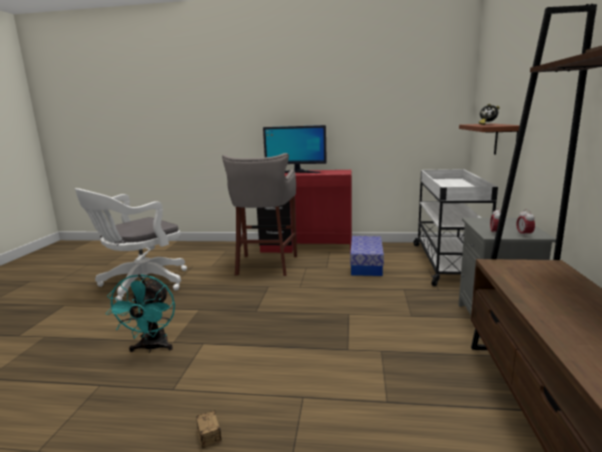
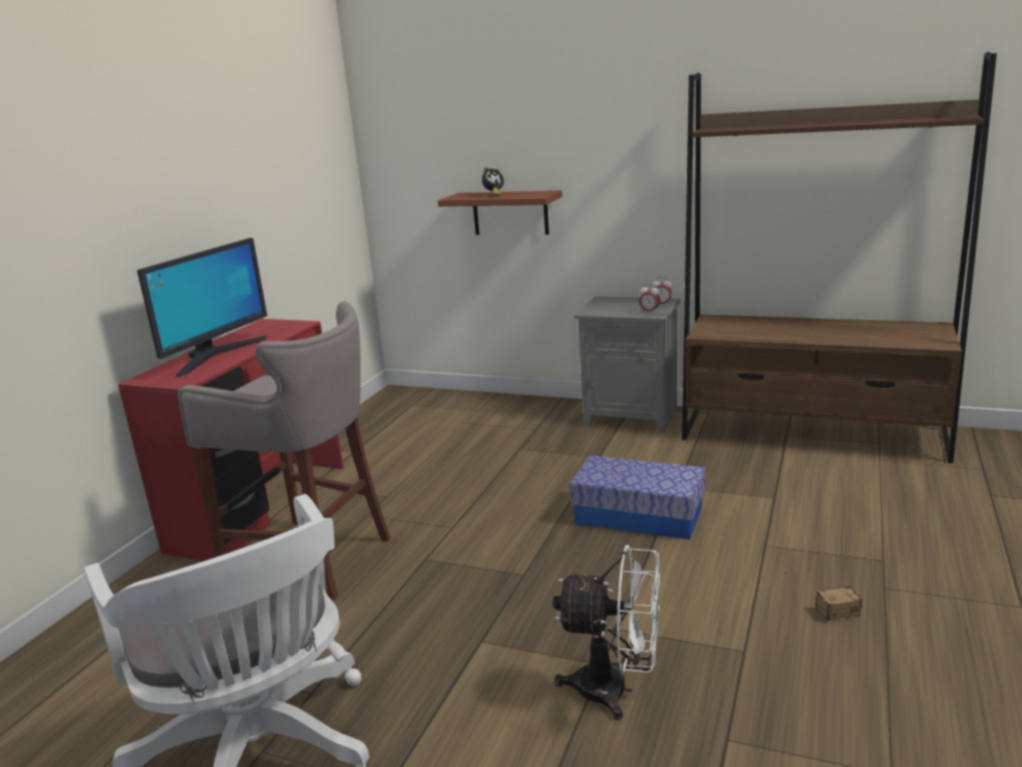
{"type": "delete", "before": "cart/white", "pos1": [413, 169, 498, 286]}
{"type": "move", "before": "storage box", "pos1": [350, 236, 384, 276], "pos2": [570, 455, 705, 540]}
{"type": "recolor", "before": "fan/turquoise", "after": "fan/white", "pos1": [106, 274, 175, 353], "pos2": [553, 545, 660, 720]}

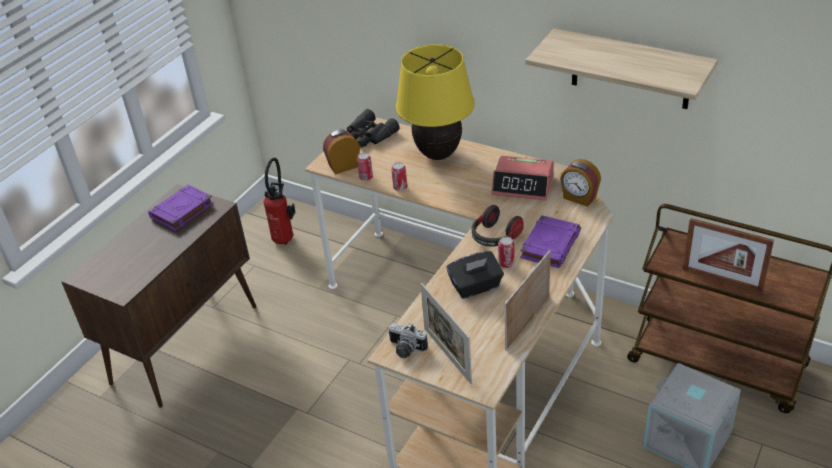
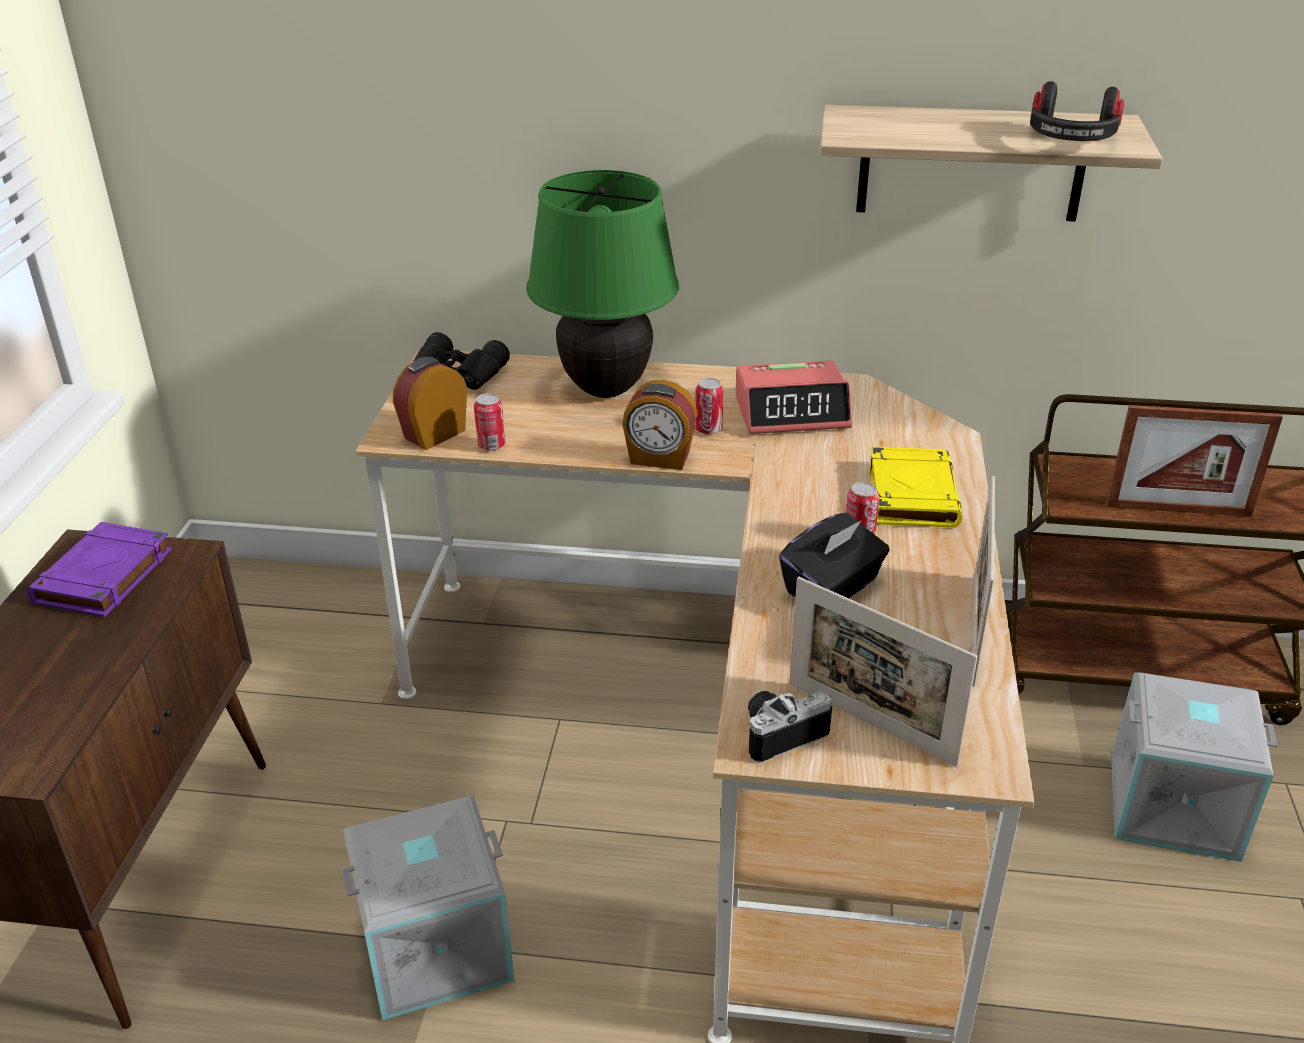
{"type": "delete", "before": "fire extinguisher", "pos1": [264, 158, 296, 245]}
{"type": "insert", "after": "storage box/grey", "pos2": [342, 795, 515, 1020]}
{"type": "move", "before": "can", "pos1": [391, 162, 407, 191], "pos2": [695, 378, 723, 434]}
{"type": "move", "before": "headphones", "pos1": [472, 205, 524, 247], "pos2": [1030, 81, 1124, 141]}
{"type": "move", "before": "alarm clock", "pos1": [560, 159, 601, 207], "pos2": [622, 380, 698, 470]}
{"type": "recolor", "before": "table lamp/yellow", "after": "table lamp/green", "pos1": [396, 44, 475, 160], "pos2": [527, 170, 679, 398]}
{"type": "recolor", "before": "book/purple", "after": "book/yellow", "pos1": [520, 215, 581, 268], "pos2": [870, 447, 962, 527]}
{"type": "rotate", "before": "photo camera", "pos1": [388, 323, 428, 358], "pos2": [748, 691, 832, 763], "turn": 150}

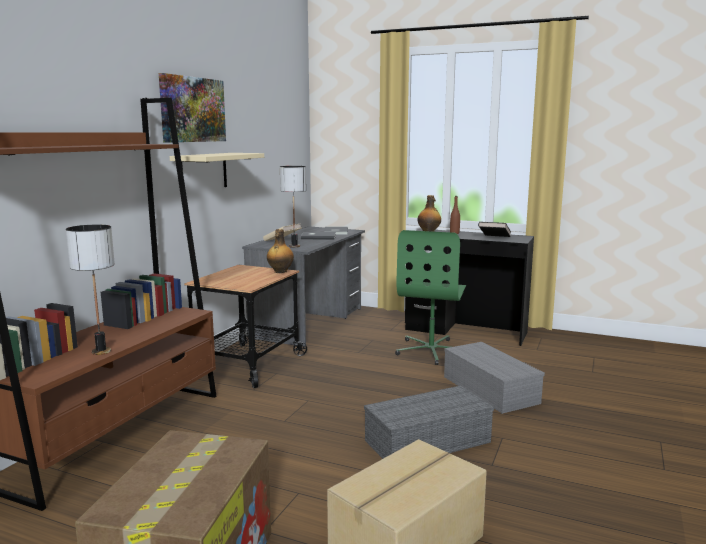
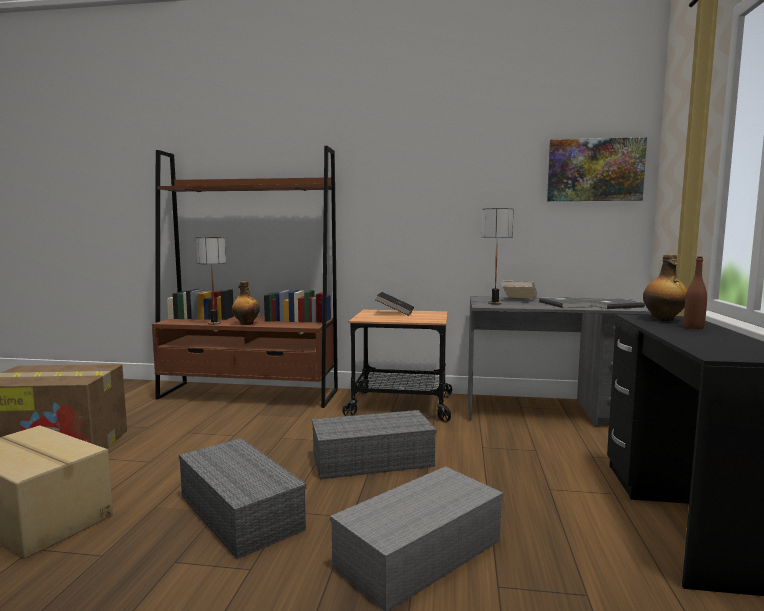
{"type": "delete", "before": "shelf/beige", "pos1": [170, 153, 264, 187]}
{"type": "delete", "before": "office chair/green", "pos1": [395, 230, 466, 365]}
{"type": "insert", "after": "storage box/grey", "pos2": [312, 410, 437, 479]}
{"type": "move", "before": "picture", "pos1": [159, 73, 226, 142], "pos2": [547, 137, 647, 201]}
{"type": "move", "before": "bottle", "pos1": [267, 229, 294, 273], "pos2": [232, 281, 260, 325]}
{"type": "move", "before": "book/black", "pos1": [478, 222, 511, 237], "pos2": [375, 292, 414, 316]}

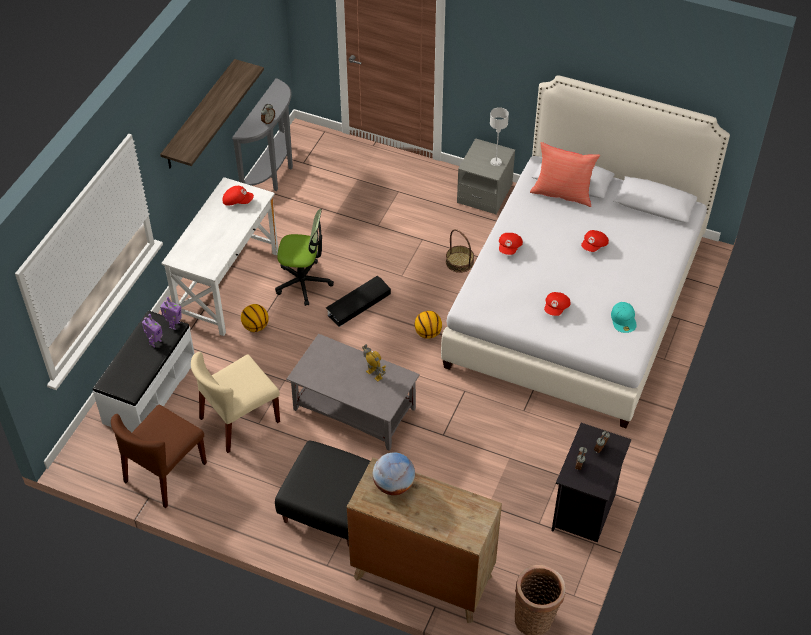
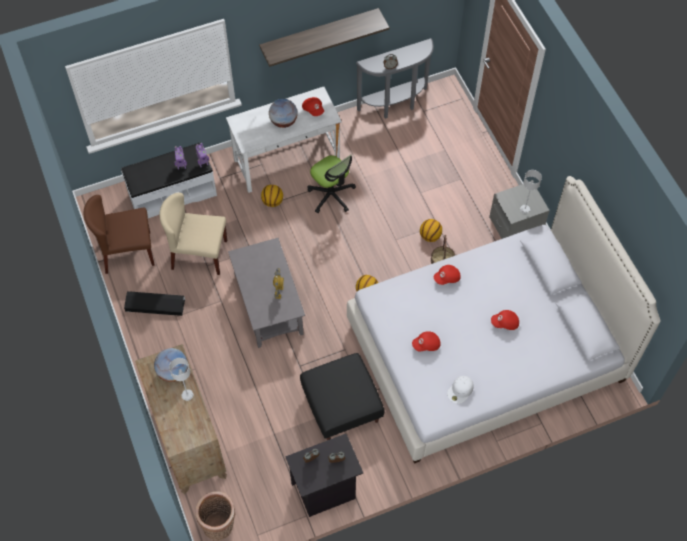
{"type": "delete", "before": "pillow/red", "pos1": [530, 142, 600, 207]}
{"type": "insert", "after": "table lamp/grey", "pos2": [169, 358, 193, 401]}
{"type": "insert", "after": "globe", "pos2": [269, 99, 298, 128]}
{"type": "insert", "after": "basketball", "pos2": [420, 219, 442, 242]}
{"type": "move", "before": "ottoman/black", "pos1": [275, 441, 370, 547], "pos2": [300, 353, 385, 440]}
{"type": "move", "before": "storage box/black", "pos1": [326, 275, 391, 327], "pos2": [124, 291, 185, 316]}
{"type": "recolor", "before": "cap/turquoise", "after": "cap/white", "pos1": [611, 302, 637, 333], "pos2": [447, 376, 474, 404]}

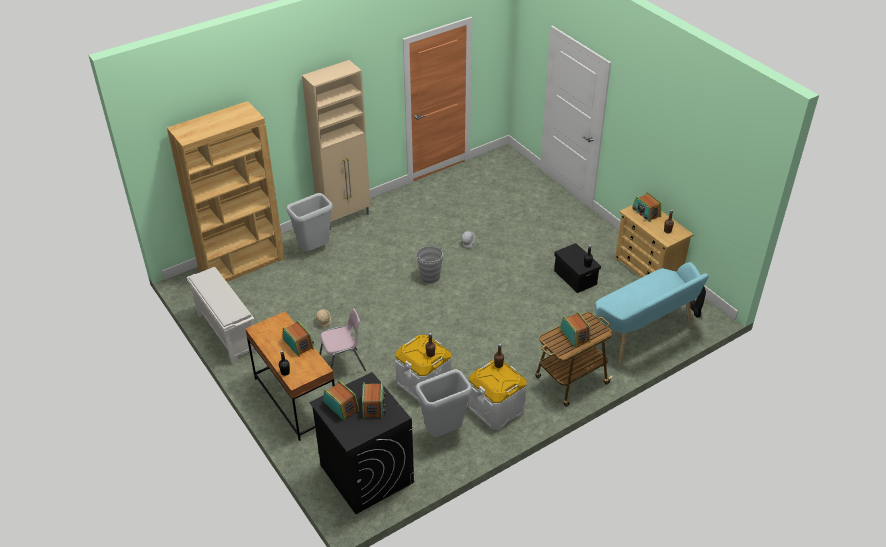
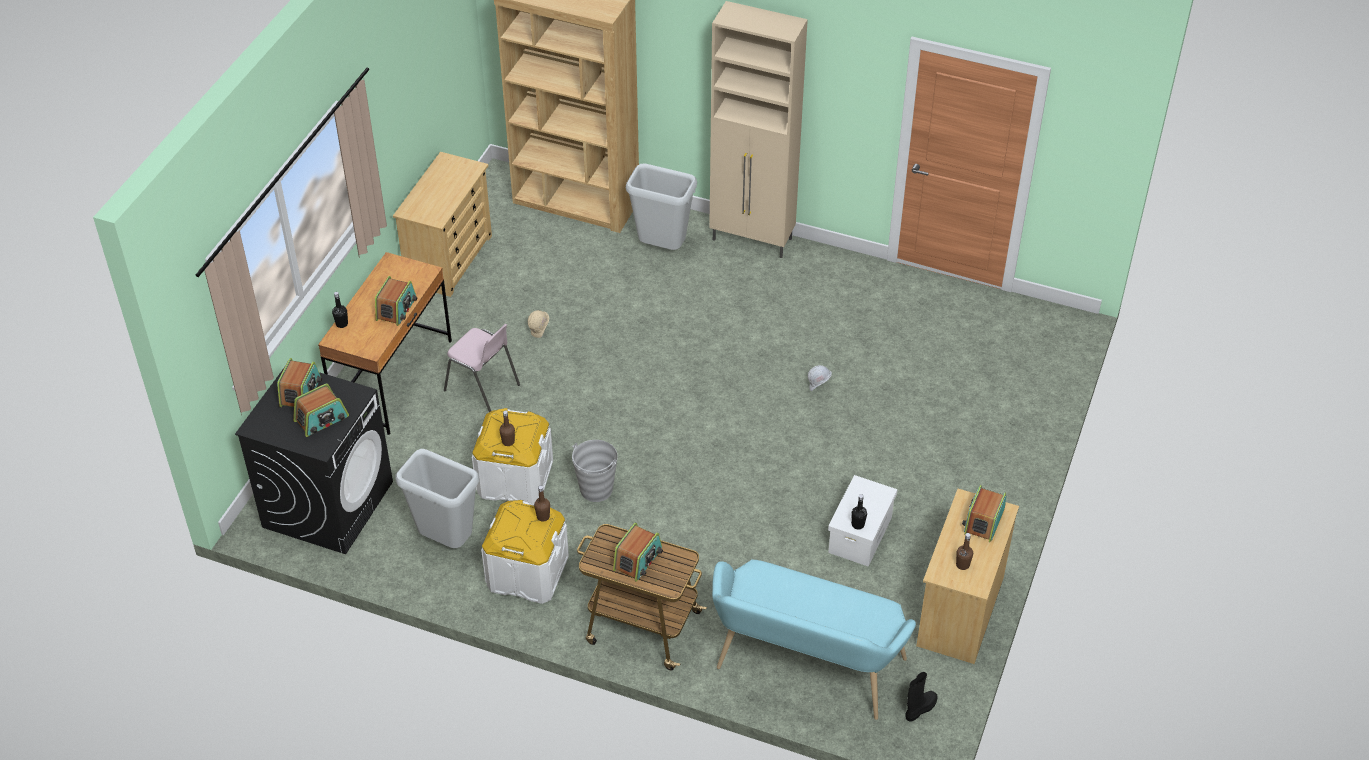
{"type": "move", "before": "bucket/grey", "pos1": [417, 246, 444, 284], "pos2": [572, 440, 618, 502]}
{"type": "replace", "before": "shoe rack/white", "after": "dresser/beige", "pos1": [187, 267, 258, 364], "pos2": [393, 152, 492, 297]}
{"type": "recolor", "before": "storage box/black", "after": "storage box/white", "pos1": [554, 243, 601, 293], "pos2": [828, 475, 897, 566]}

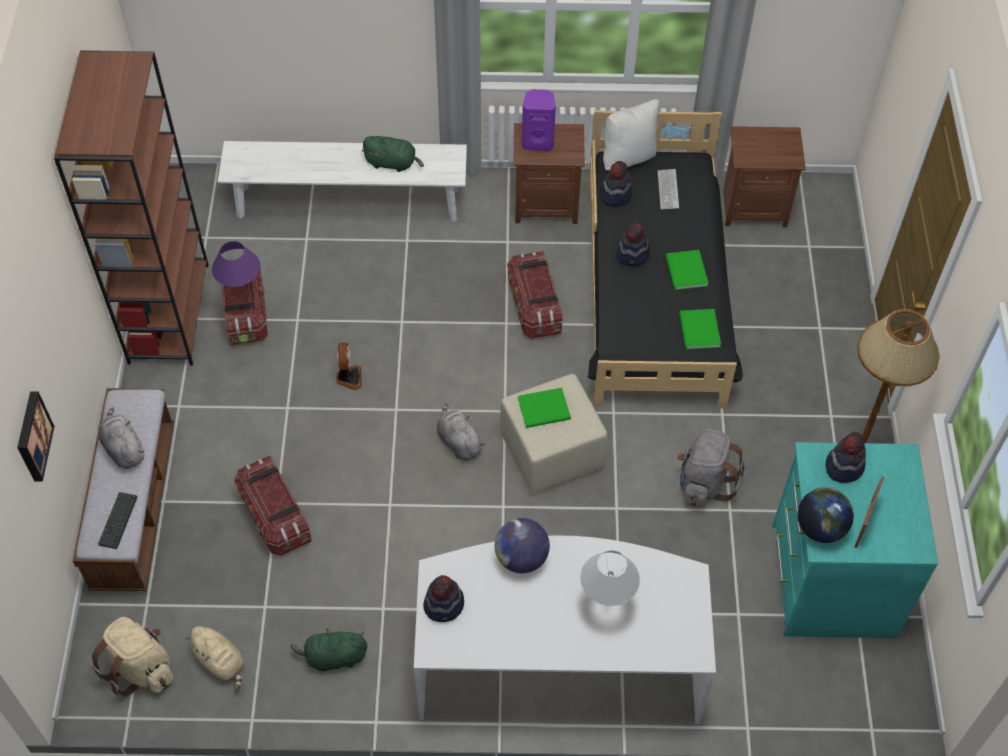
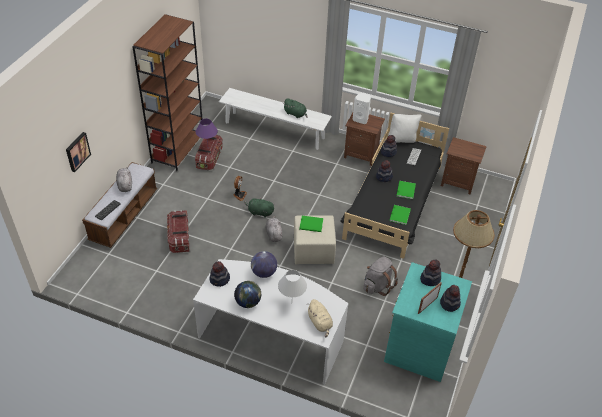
{"type": "delete", "before": "backpack/beige", "pos1": [92, 617, 173, 697]}
{"type": "delete", "before": "storage box", "pos1": [507, 251, 563, 339]}
{"type": "insert", "after": "hat", "pos2": [440, 285, 461, 312]}
{"type": "move", "before": "plush toy/beige", "pos1": [186, 626, 245, 689], "pos2": [308, 299, 333, 337]}
{"type": "move", "before": "plush toy/green", "pos1": [291, 628, 367, 672], "pos2": [244, 197, 274, 218]}
{"type": "move", "before": "globe", "pos1": [797, 487, 854, 543], "pos2": [234, 281, 261, 308]}
{"type": "recolor", "before": "speaker/purple", "after": "speaker/white", "pos1": [522, 89, 556, 151], "pos2": [353, 93, 371, 124]}

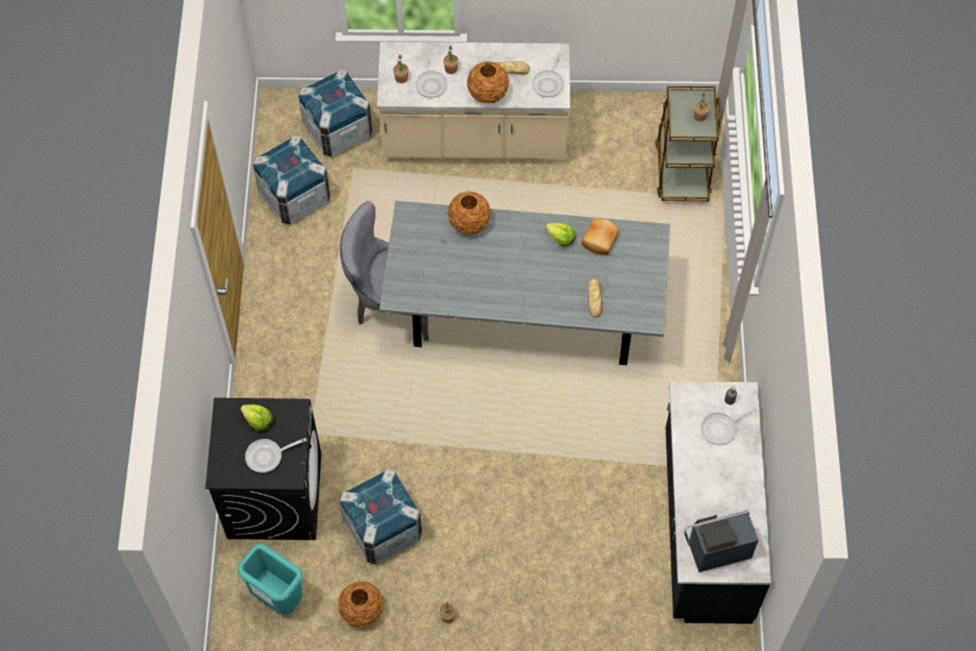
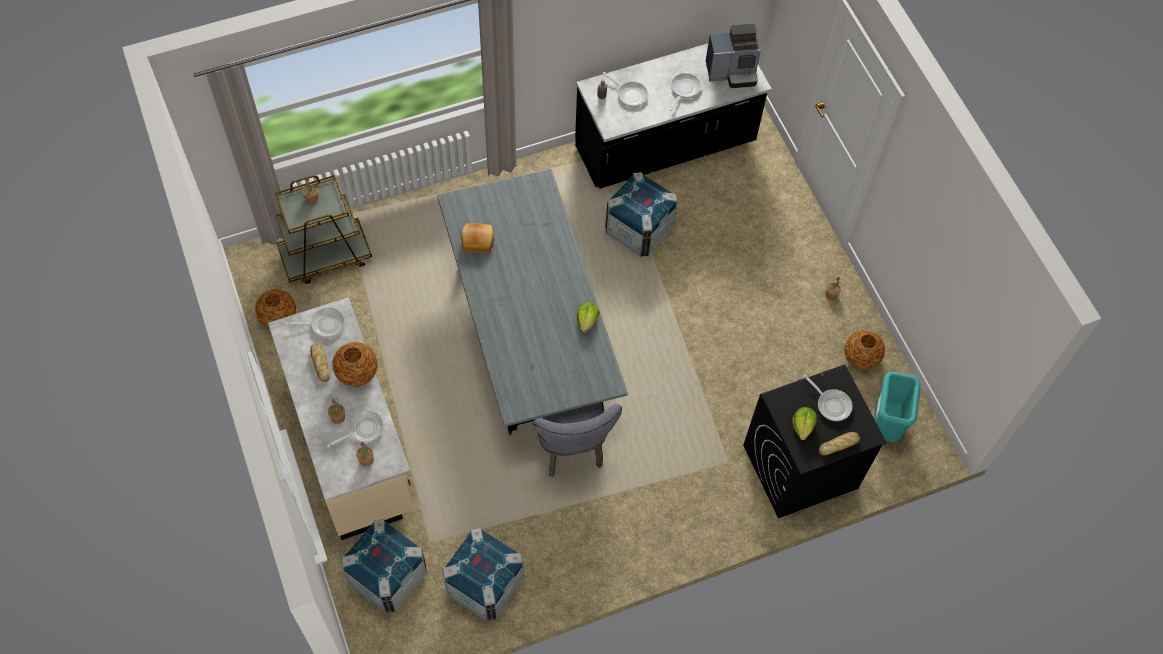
{"type": "insert", "after": "frying pan", "pos2": [669, 73, 701, 111]}
{"type": "move", "before": "crate", "pos1": [339, 469, 422, 564], "pos2": [605, 172, 678, 257]}
{"type": "move", "before": "vase", "pos1": [448, 191, 491, 235], "pos2": [255, 289, 296, 328]}
{"type": "move", "before": "lettuce", "pos1": [545, 223, 576, 247], "pos2": [577, 302, 600, 332]}
{"type": "move", "before": "bread", "pos1": [588, 279, 602, 318], "pos2": [819, 432, 860, 455]}
{"type": "rotate", "before": "coffee machine", "pos1": [685, 510, 759, 572], "pos2": [706, 24, 761, 88], "turn": -60}

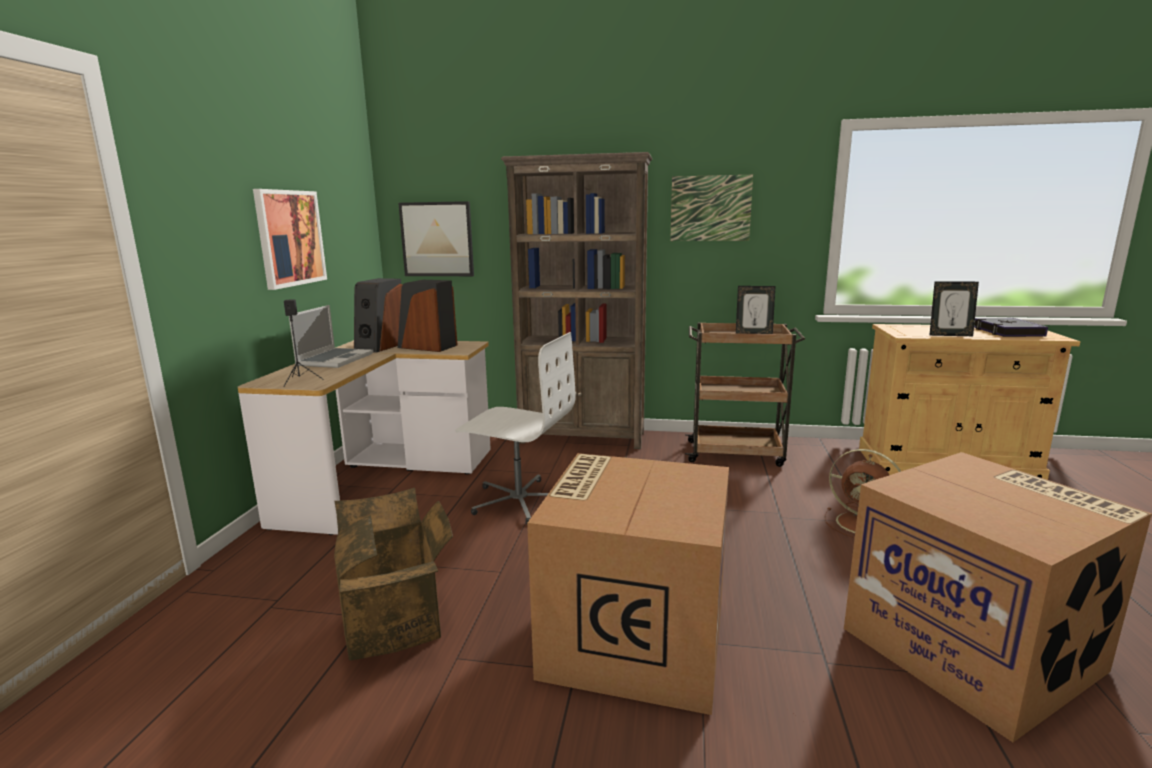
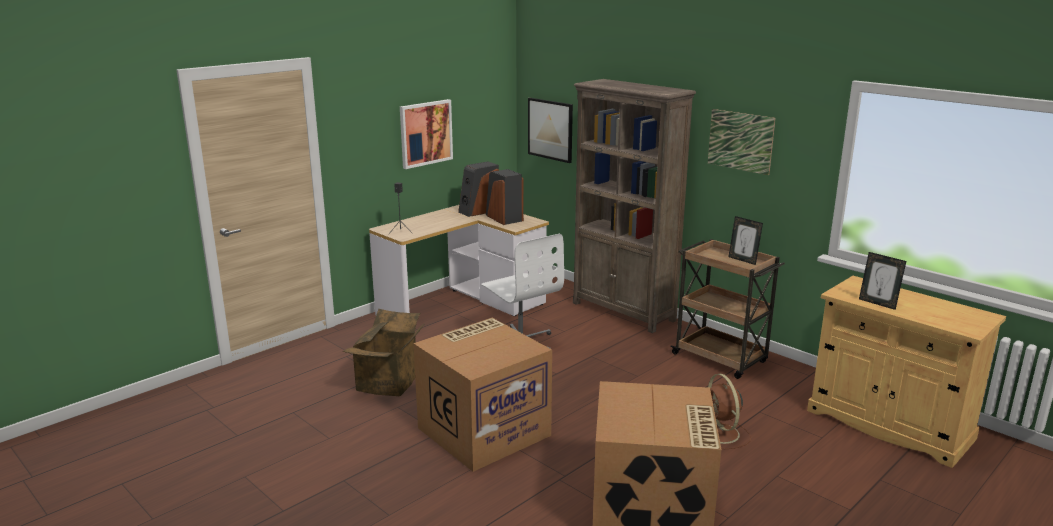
{"type": "delete", "before": "laptop", "pos1": [289, 305, 373, 368]}
{"type": "delete", "before": "book", "pos1": [974, 318, 1048, 337]}

